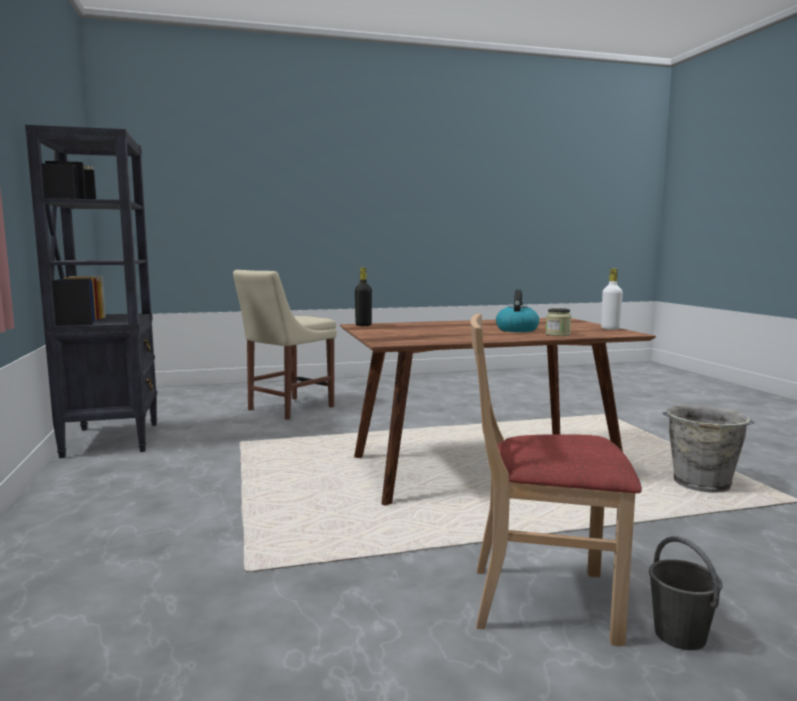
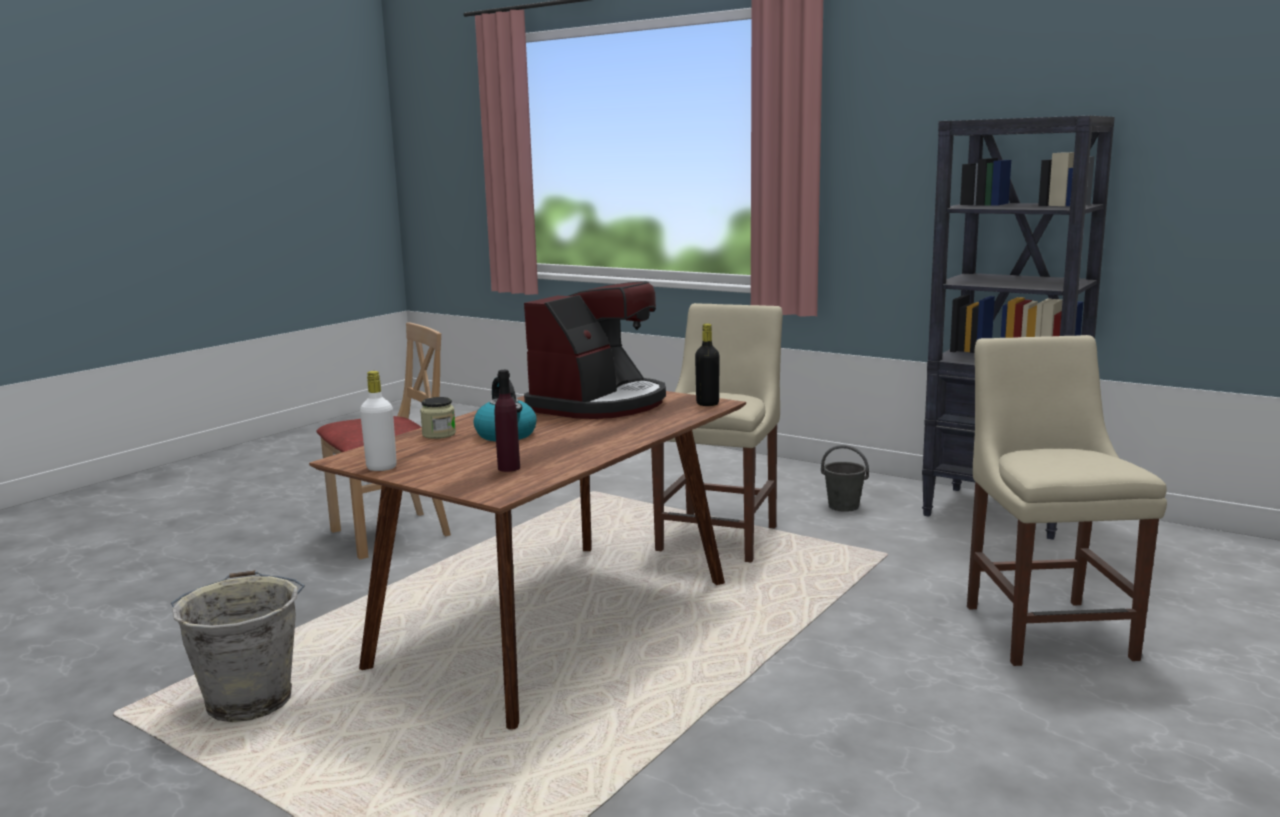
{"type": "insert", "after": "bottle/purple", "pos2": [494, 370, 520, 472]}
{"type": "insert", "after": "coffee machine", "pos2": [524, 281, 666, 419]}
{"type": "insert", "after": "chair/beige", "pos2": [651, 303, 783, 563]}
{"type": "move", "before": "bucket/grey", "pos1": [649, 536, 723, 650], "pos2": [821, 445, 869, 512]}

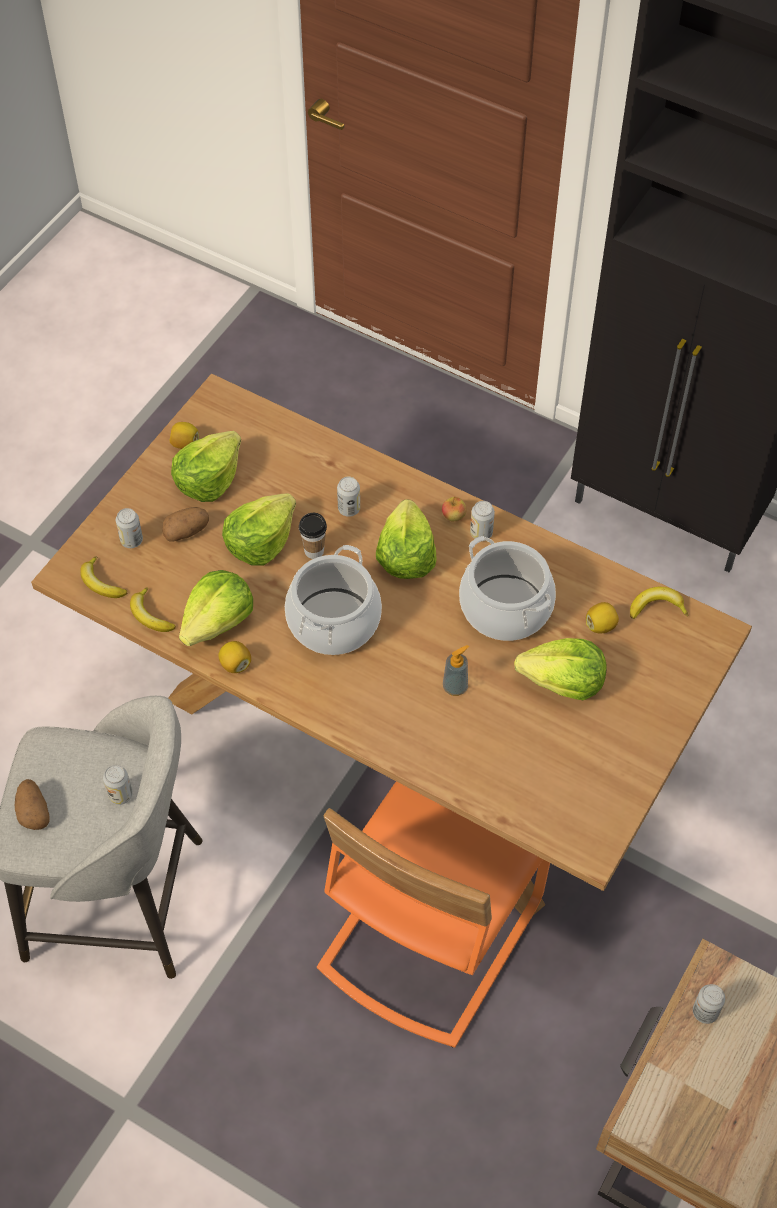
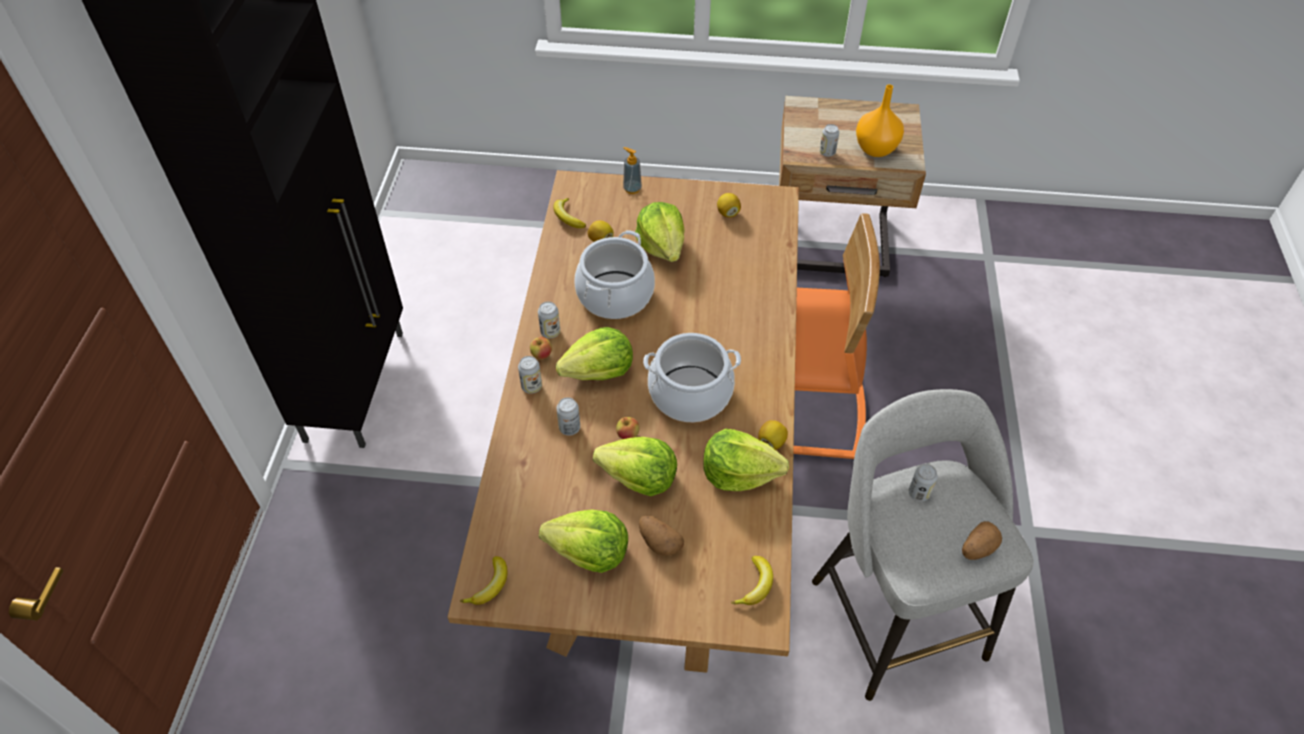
{"type": "insert", "after": "vase/orange", "pos2": [856, 84, 904, 157]}
{"type": "move", "before": "can", "pos1": [116, 508, 143, 548], "pos2": [518, 356, 542, 394]}
{"type": "move", "before": "banana", "pos1": [130, 587, 176, 632], "pos2": [460, 556, 508, 605]}
{"type": "move", "before": "lemon", "pos1": [169, 422, 199, 449], "pos2": [717, 193, 741, 218]}
{"type": "move", "before": "soap dispenser", "pos1": [443, 645, 469, 696], "pos2": [623, 147, 642, 194]}
{"type": "replace", "before": "cup", "after": "apple", "pos1": [299, 513, 327, 559], "pos2": [616, 417, 639, 439]}

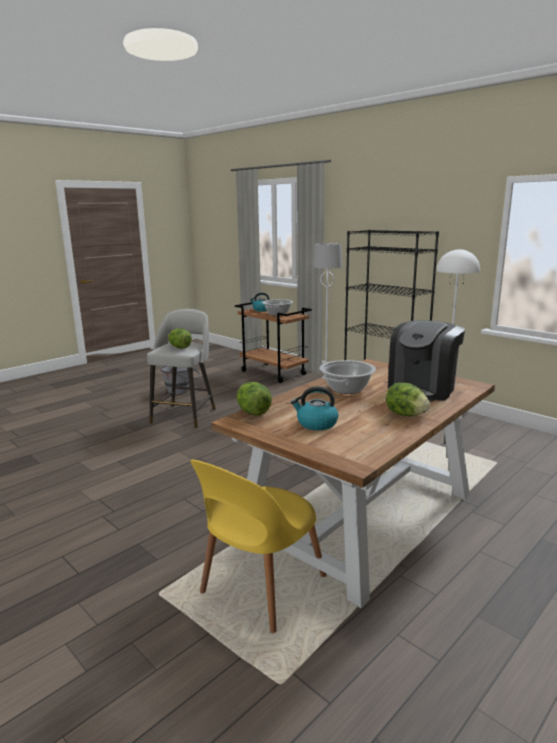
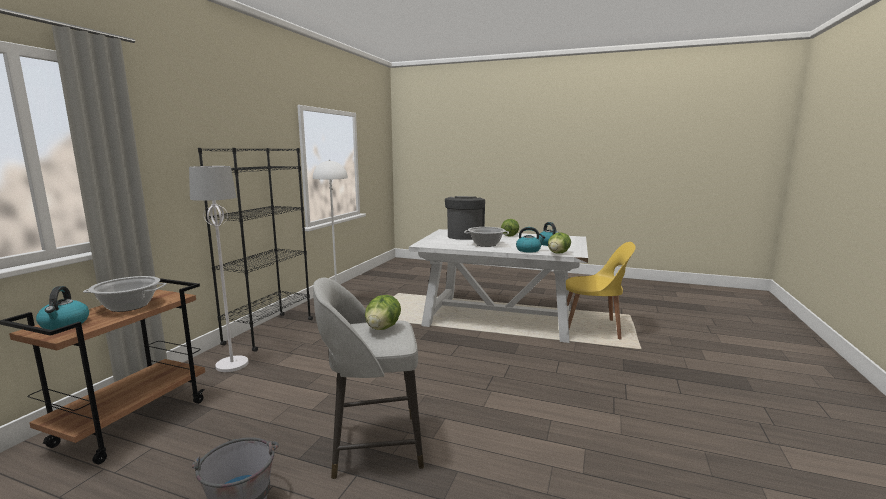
{"type": "insert", "after": "kettle", "pos2": [516, 227, 546, 253]}
{"type": "recolor", "before": "dining table/brown", "after": "dining table/white", "pos1": [211, 359, 495, 608], "pos2": [409, 229, 588, 343]}
{"type": "rotate", "before": "coffee machine", "pos1": [388, 320, 465, 402], "pos2": [445, 196, 485, 240], "turn": -90}

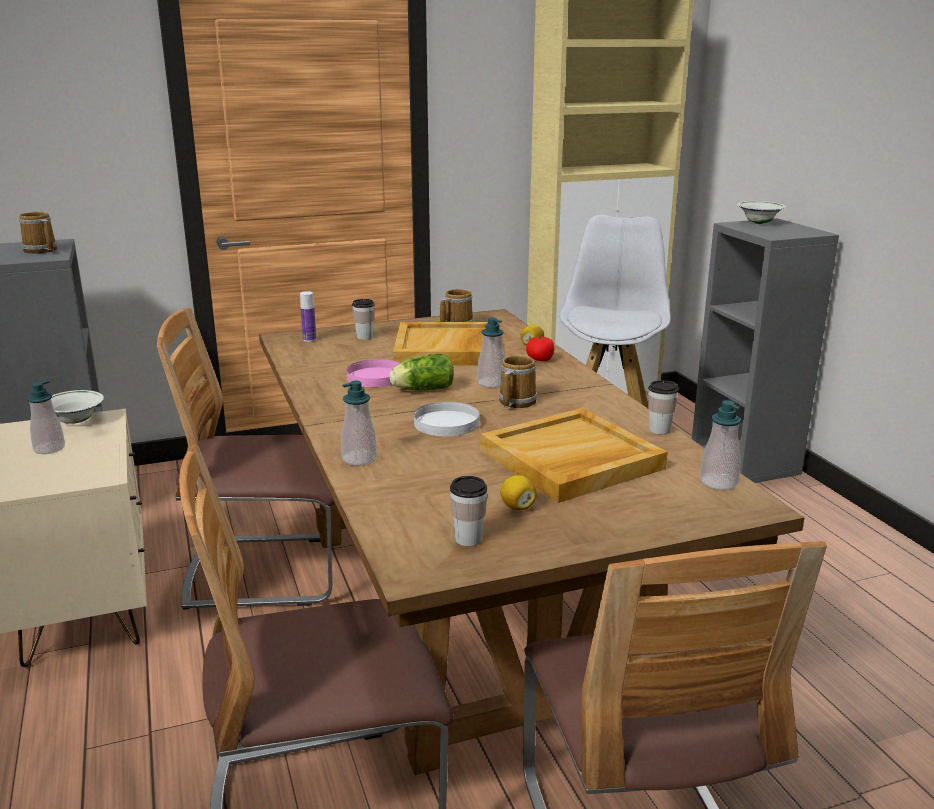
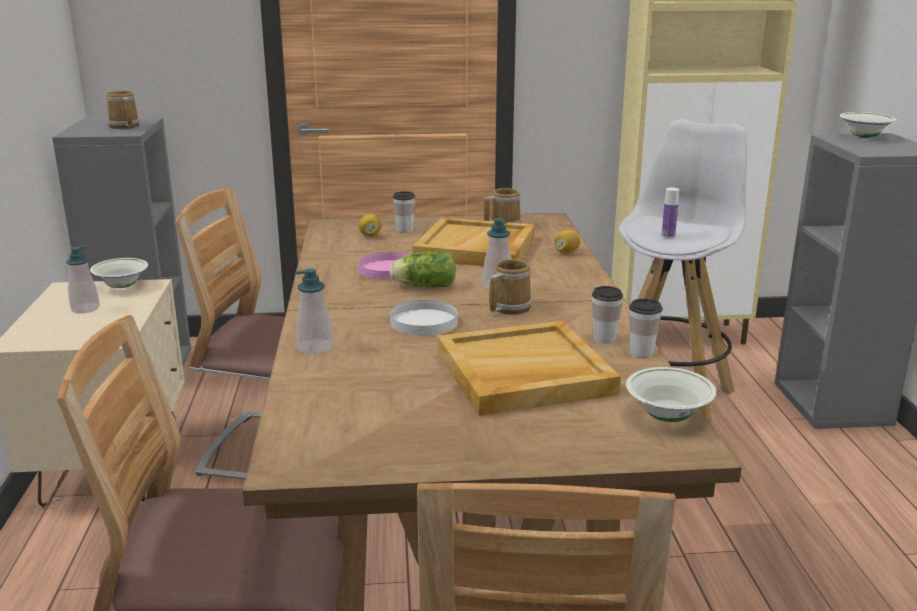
{"type": "delete", "before": "tomato", "pos1": [526, 336, 554, 361]}
{"type": "move", "before": "bottle", "pos1": [300, 291, 316, 342], "pos2": [662, 187, 679, 238]}
{"type": "move", "before": "cup", "pos1": [450, 476, 487, 546], "pos2": [592, 286, 623, 343]}
{"type": "move", "before": "lemon", "pos1": [500, 475, 537, 510], "pos2": [358, 214, 381, 236]}
{"type": "replace", "before": "soap dispenser", "after": "bowl/white", "pos1": [700, 400, 741, 490], "pos2": [626, 367, 717, 422]}

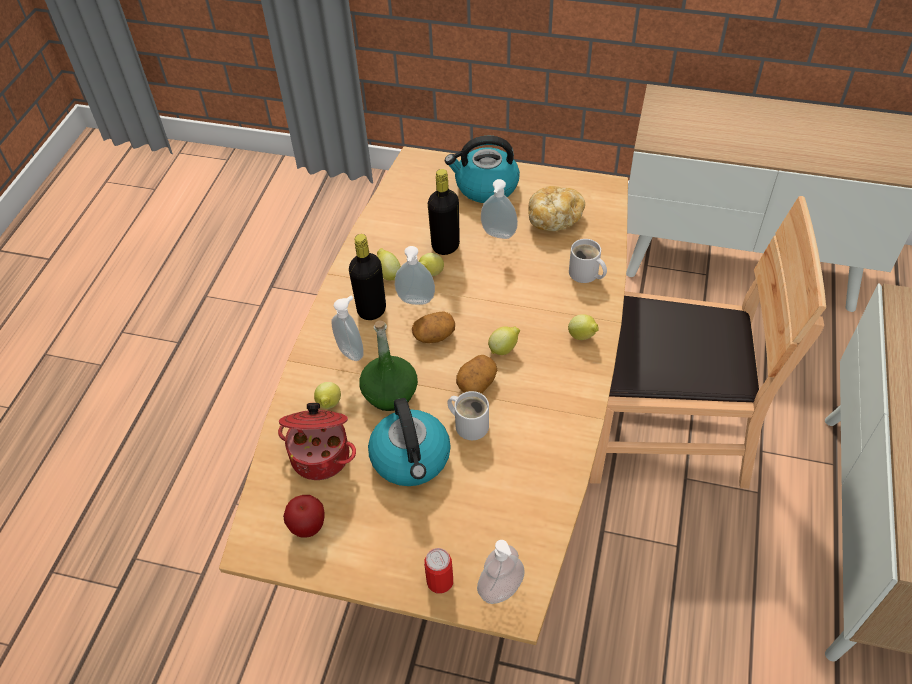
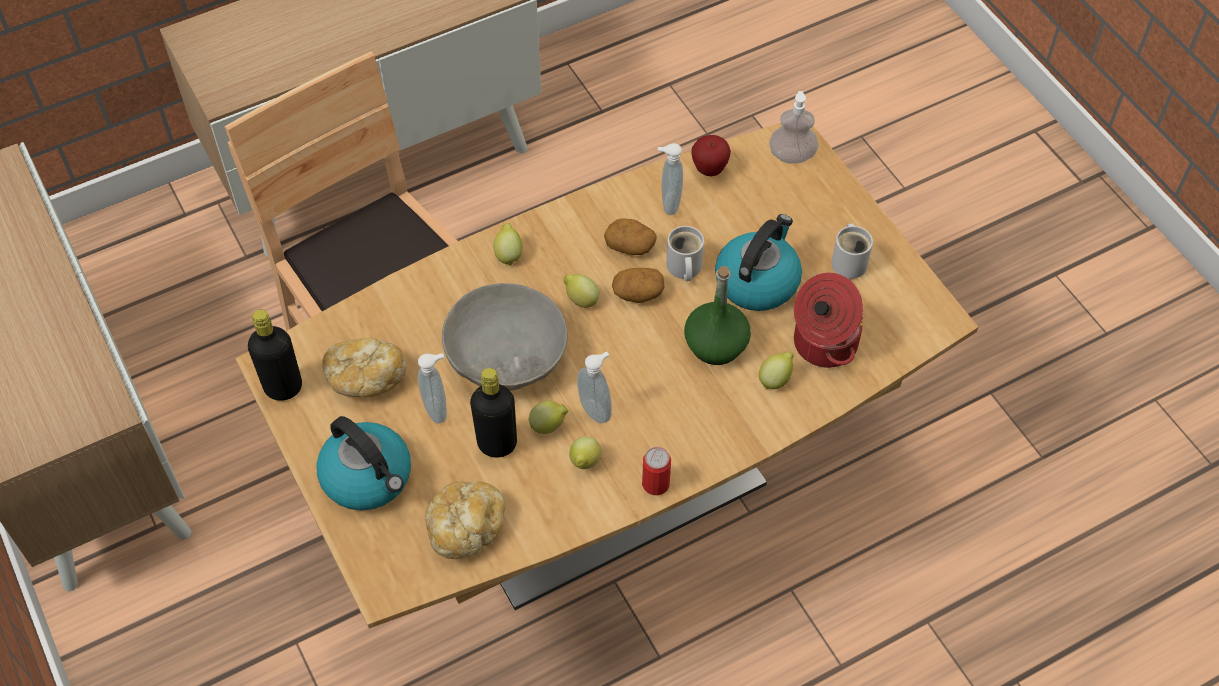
{"type": "insert", "after": "bread", "pos2": [425, 482, 505, 559]}
{"type": "insert", "after": "bowl/grey", "pos2": [442, 283, 568, 391]}
{"type": "move", "before": "apple", "pos1": [283, 495, 325, 538], "pos2": [691, 135, 731, 176]}
{"type": "move", "before": "soap dispenser", "pos1": [332, 296, 364, 361], "pos2": [658, 143, 683, 215]}
{"type": "move", "before": "bottle/black", "pos1": [349, 234, 386, 320], "pos2": [248, 310, 302, 401]}
{"type": "move", "before": "potato", "pos1": [412, 311, 455, 343], "pos2": [604, 218, 657, 255]}
{"type": "move", "before": "can", "pos1": [424, 548, 453, 594], "pos2": [642, 447, 671, 495]}
{"type": "move", "before": "mug/white", "pos1": [569, 239, 607, 283], "pos2": [831, 224, 873, 279]}

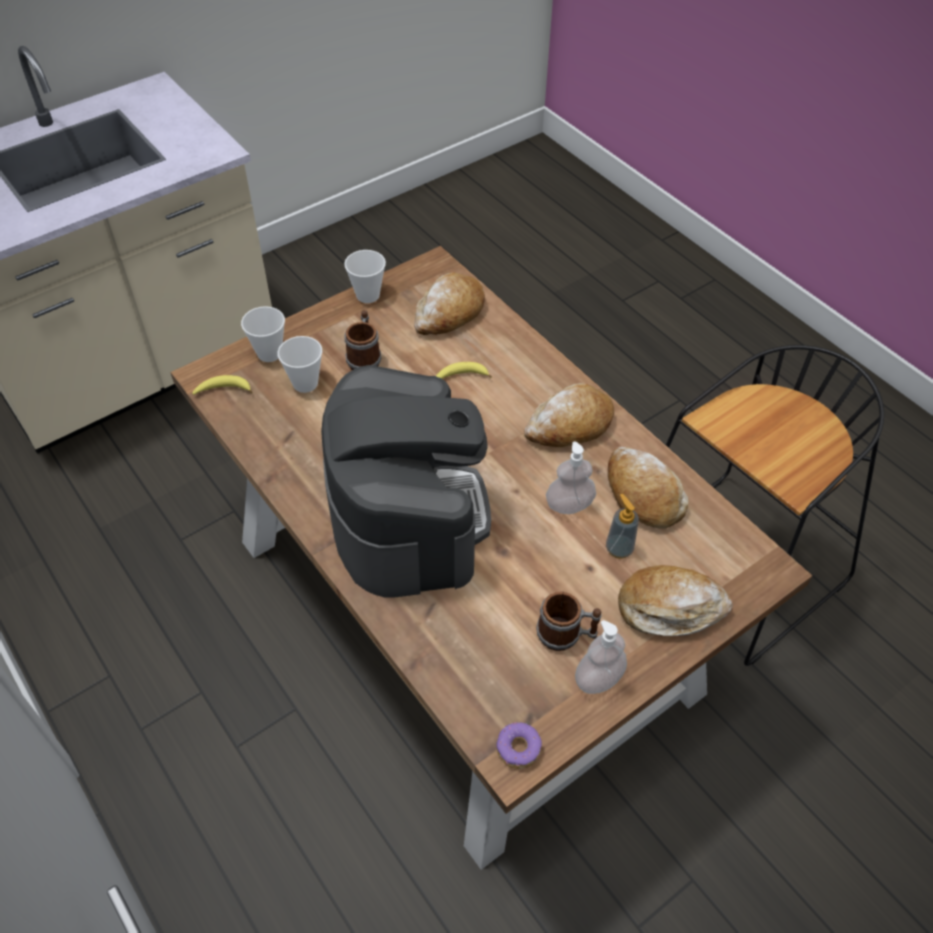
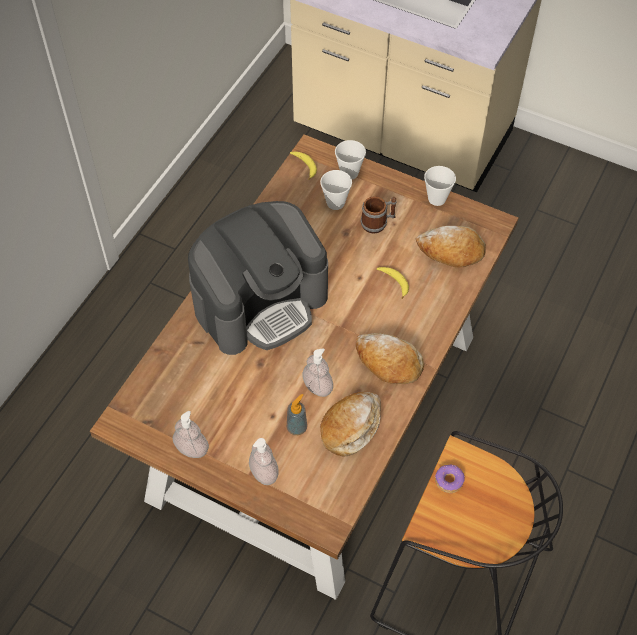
{"type": "delete", "before": "mug", "pos1": [536, 592, 602, 651]}
{"type": "move", "before": "donut", "pos1": [496, 722, 542, 769], "pos2": [435, 465, 465, 493]}
{"type": "replace", "before": "bread", "after": "soap dispenser", "pos1": [618, 565, 733, 636], "pos2": [249, 438, 279, 485]}

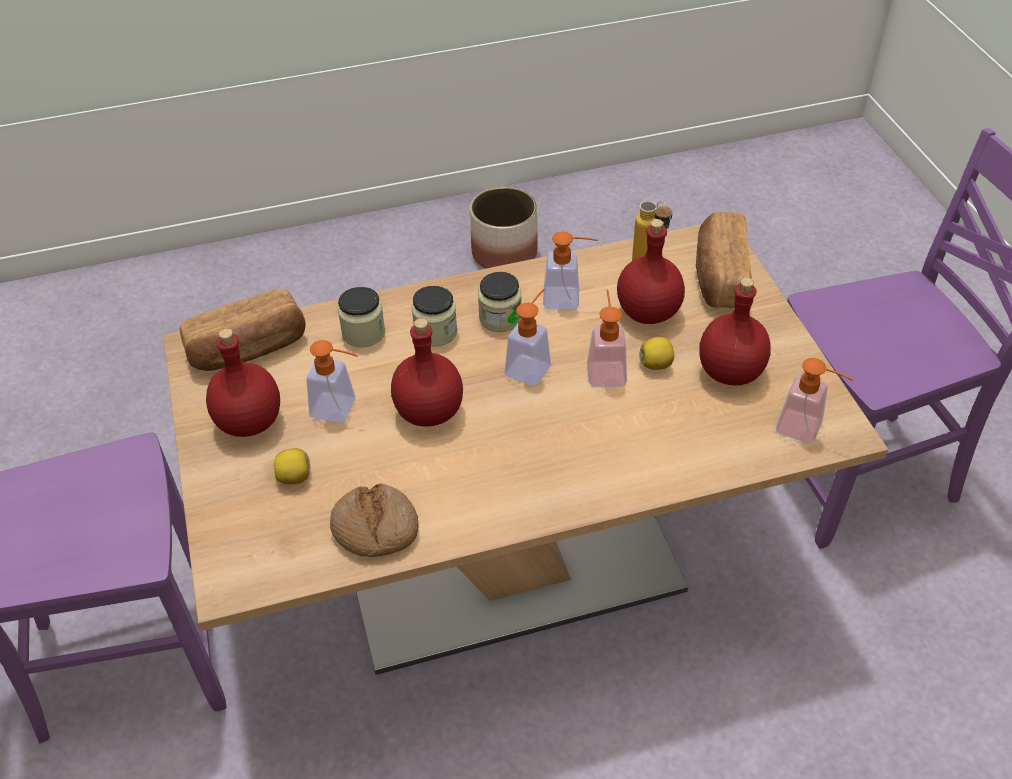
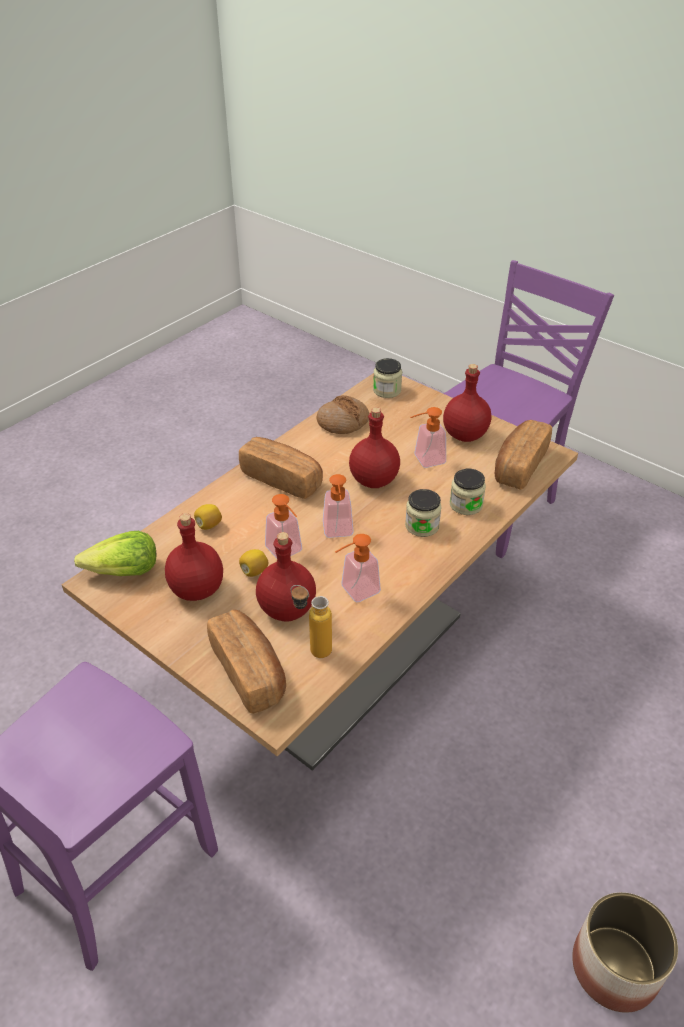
{"type": "insert", "after": "bread", "pos2": [239, 437, 323, 499]}
{"type": "move", "before": "lemon", "pos1": [274, 448, 310, 485], "pos2": [194, 504, 222, 530]}
{"type": "move", "before": "jar", "pos1": [478, 272, 522, 332], "pos2": [373, 358, 402, 398]}
{"type": "replace", "before": "soap dispenser", "after": "lettuce", "pos1": [776, 358, 854, 444], "pos2": [74, 531, 156, 576]}

